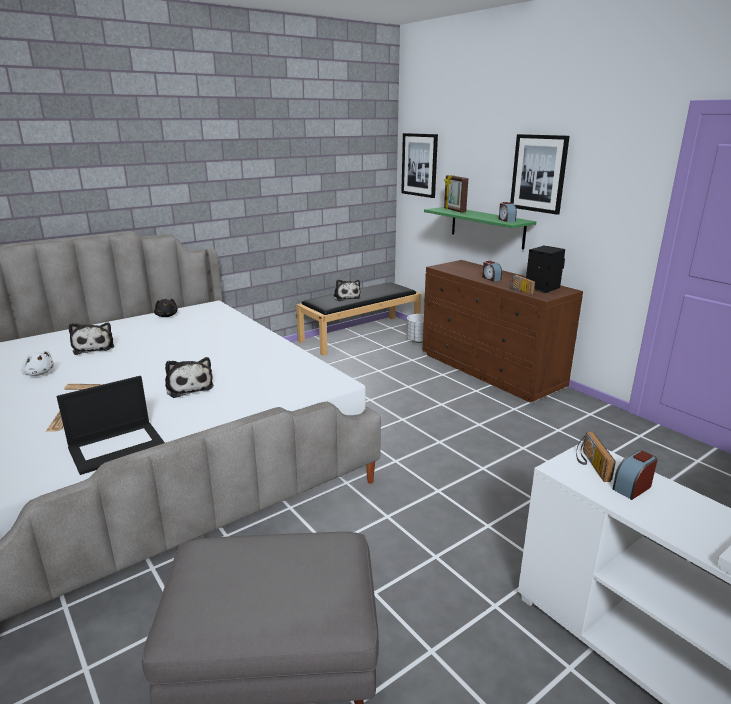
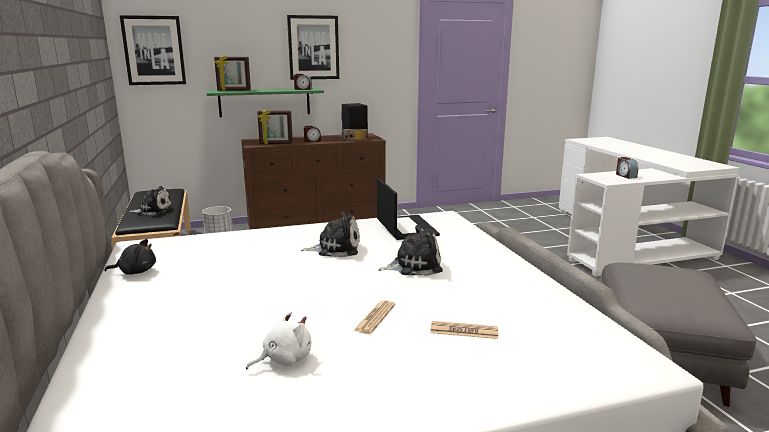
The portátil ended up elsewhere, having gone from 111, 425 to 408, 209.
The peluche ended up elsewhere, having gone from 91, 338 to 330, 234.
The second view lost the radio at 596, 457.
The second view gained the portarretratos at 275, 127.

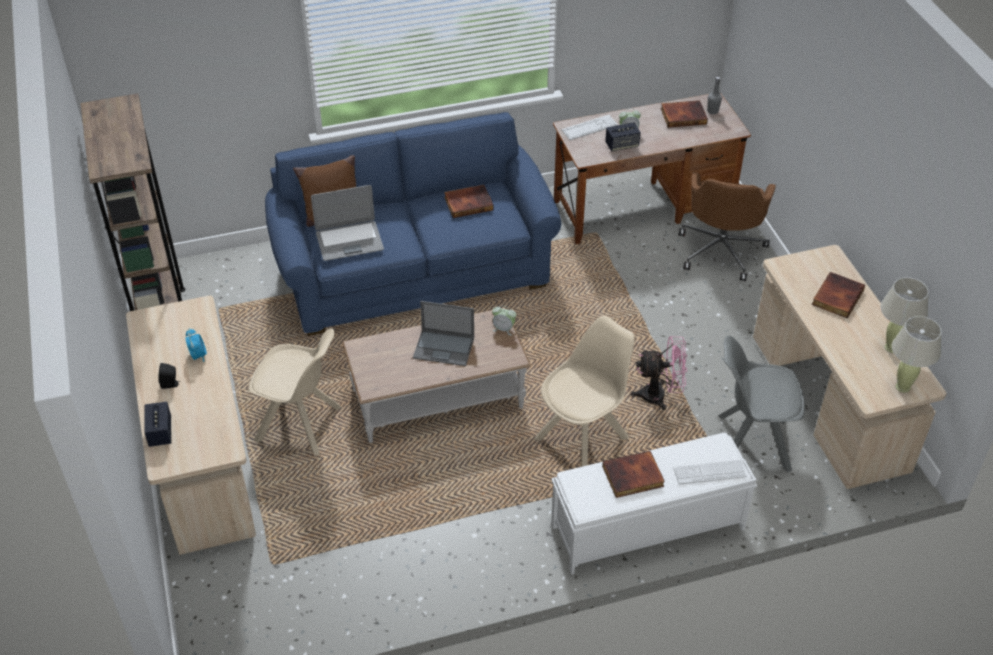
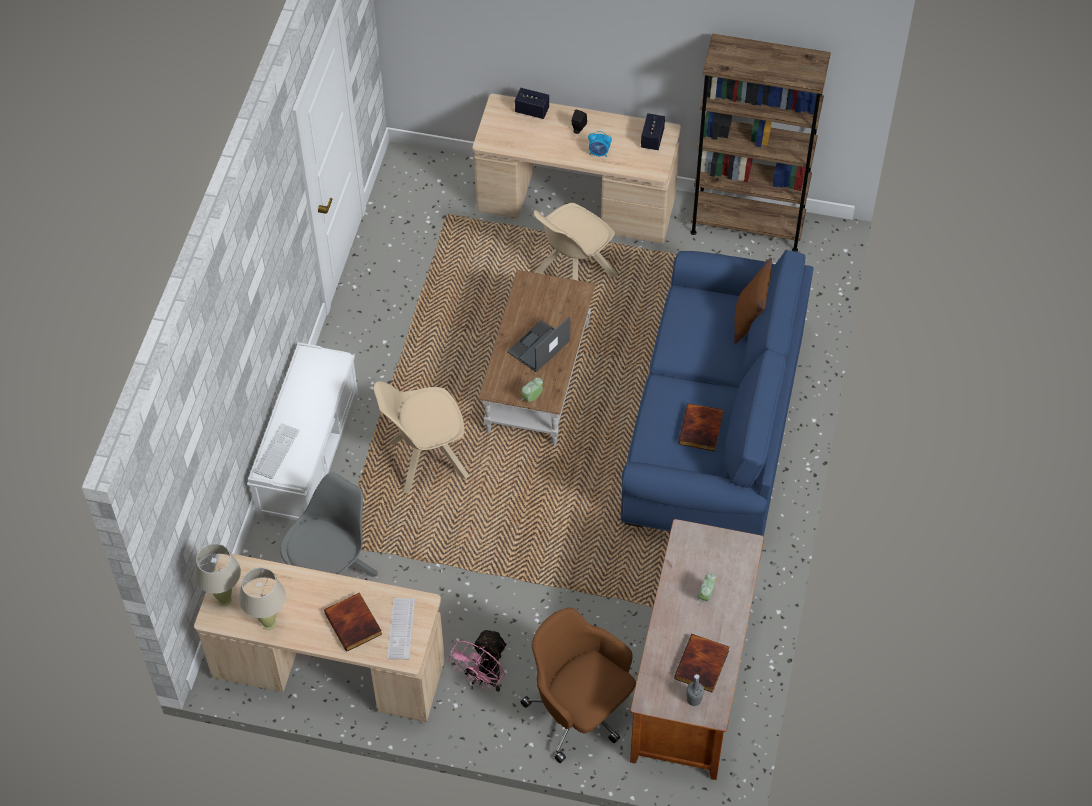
The second view lost the portátil at 347, 223.
The silla/beis at 584, 391 ended up facing another way, 90 degrees clockwise from before.
The teclado ended up elsewhere, having gone from 589, 127 to 401, 628.
The second view lost the libro at 633, 474.
The altavoz ended up elsewhere, having gone from 623, 137 to 653, 131.
The ventilador/rosa ended up elsewhere, having gone from 659, 373 to 477, 661.

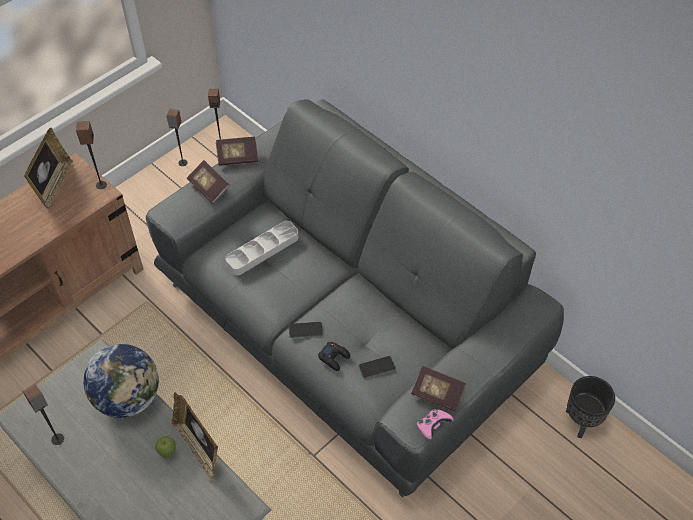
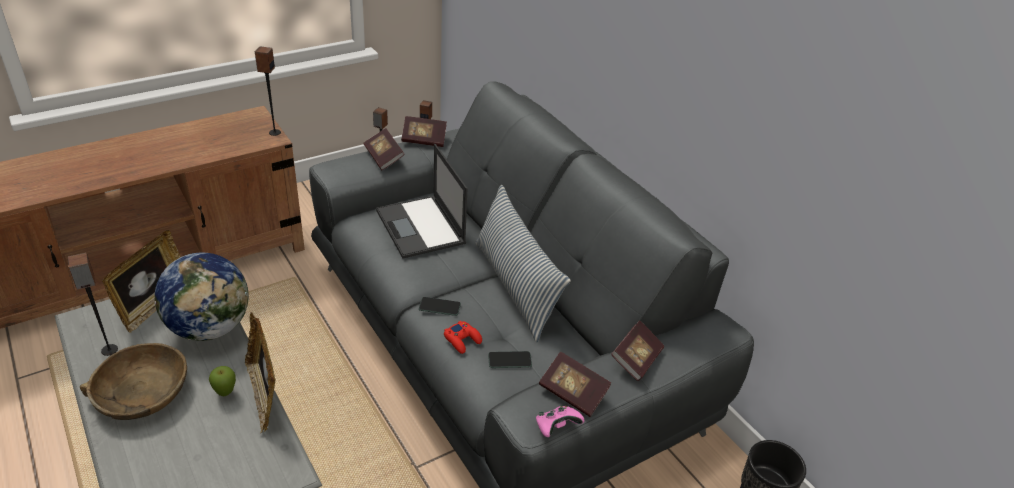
The portarretratos ended up elsewhere, having gone from 48, 168 to 141, 281.
Where the bandeja/gris stood at 262, 248, the portátil came to stand at 421, 201.
What was the mando de consola/negro at 334, 356 turned into the mando de consola/rojo at 463, 337.
The second view gained the cuenco/marrón at 133, 381.
The second view gained the cojín at 522, 264.
The second view gained the libro at 637, 350.

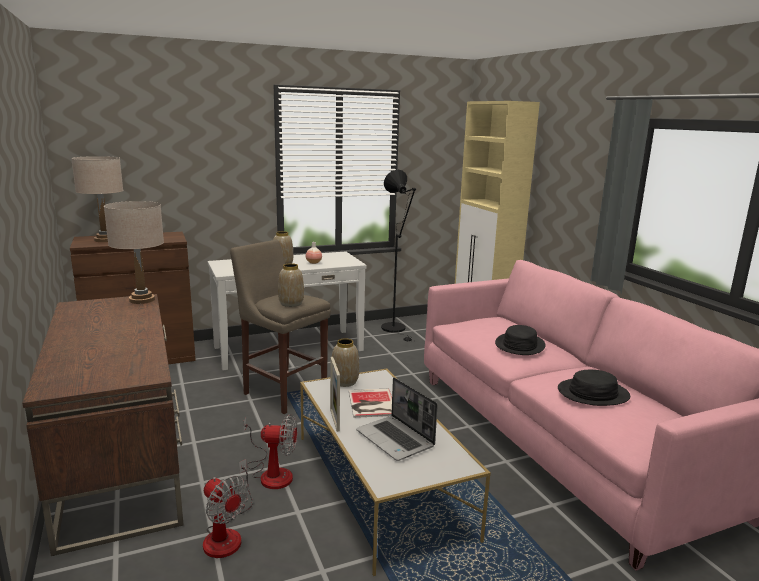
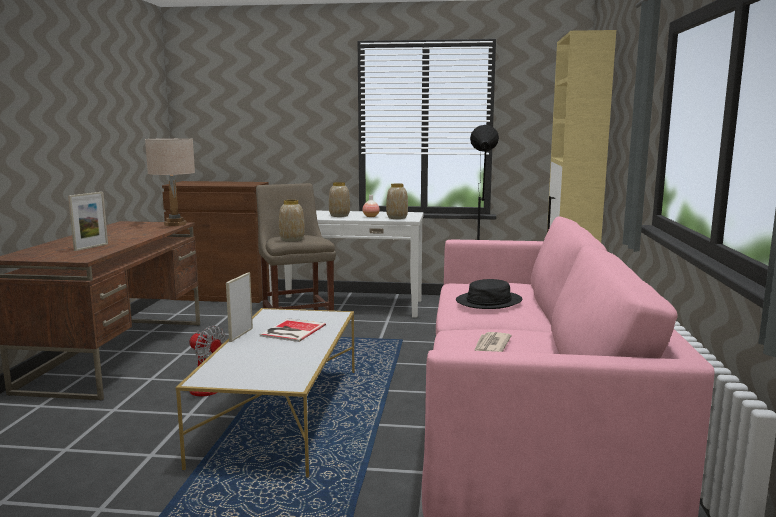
The second view lost the lámpara de mesa/beis at 97, 199.
The second view lost the ventilador at 228, 508.
The florero ended up elsewhere, having gone from 345, 362 to 397, 201.
The second view lost the portátil at 397, 419.
Where the sombrero/negro stood at 594, 388, the periódico came to stand at 493, 342.
The second view gained the portarretratos at 88, 221.

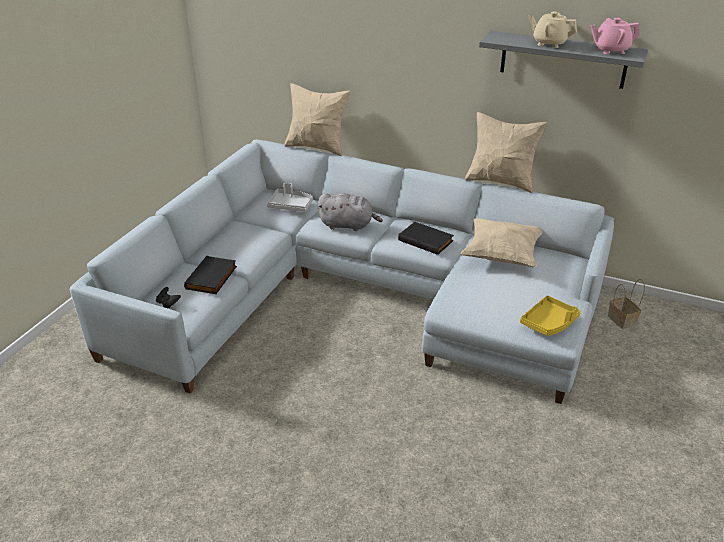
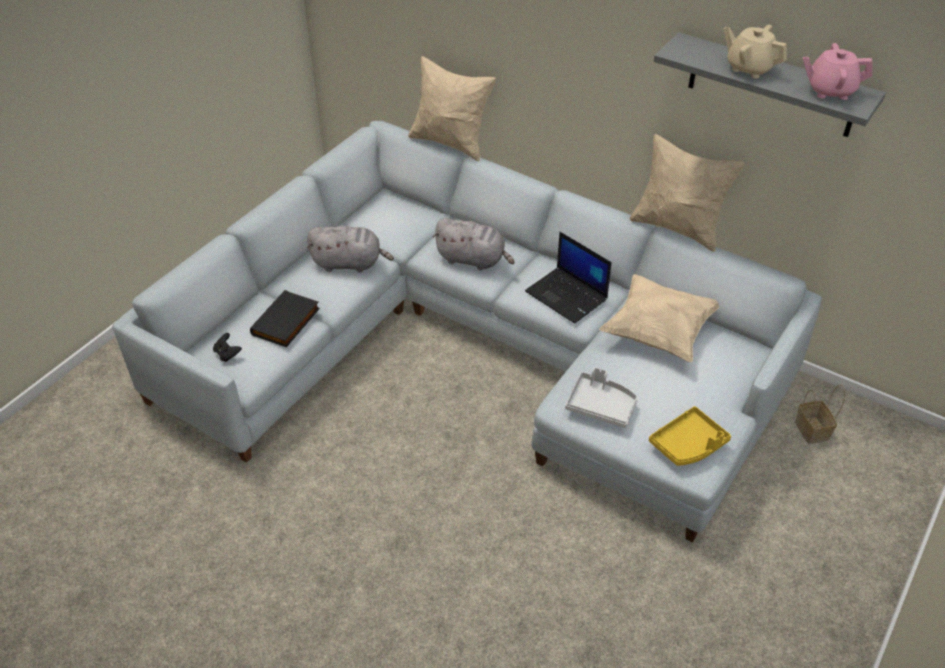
The bandeja/gris ended up elsewhere, having gone from 290, 197 to 601, 397.
Where the libro/negro stood at 426, 238, the portátil came to stand at 568, 278.
The second view gained the peluche/gris at 350, 249.

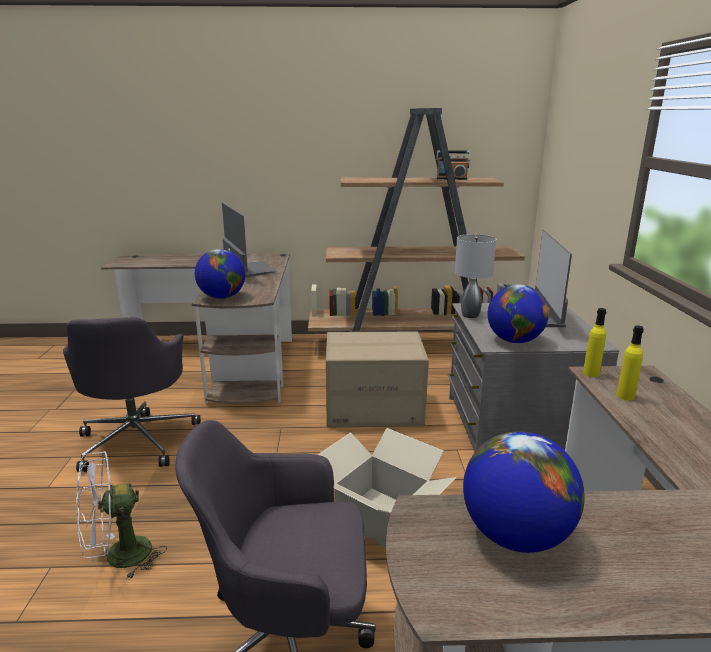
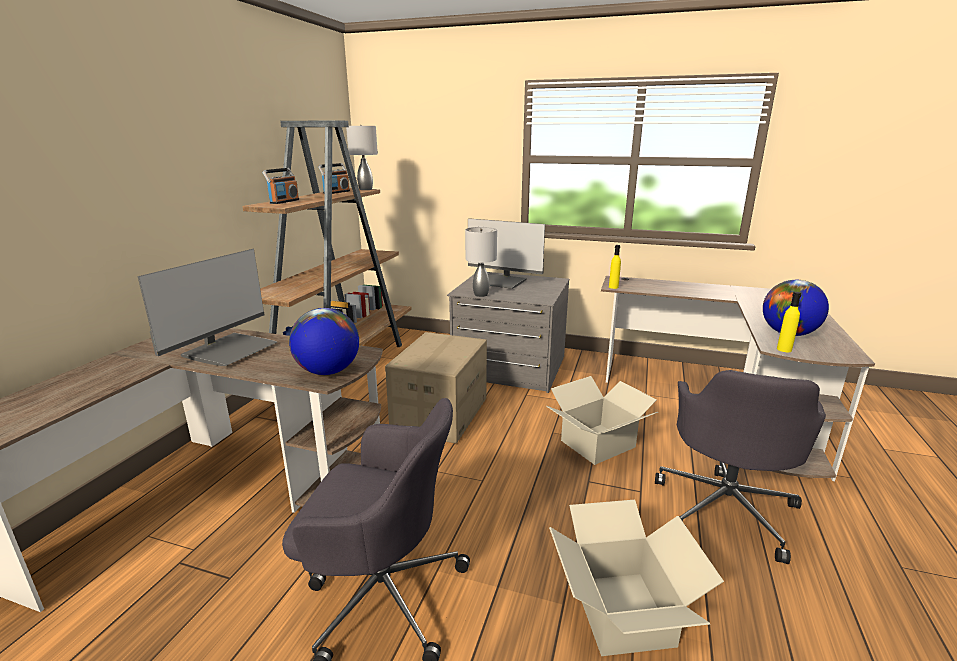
Where the ventilador/blanco stood at 122, 515, the caja de cartón came to stand at 636, 578.
The monitor at 249, 240 ended up facing another way, 120 degrees clockwise from before.
The second view lost the globo terráqueo at 518, 313.
The botella/amarillo ended up elsewhere, having gone from 630, 363 to 789, 322.
The second view gained the radio at 280, 186.
The second view gained the lámpara de mesa/gris at 362, 157.

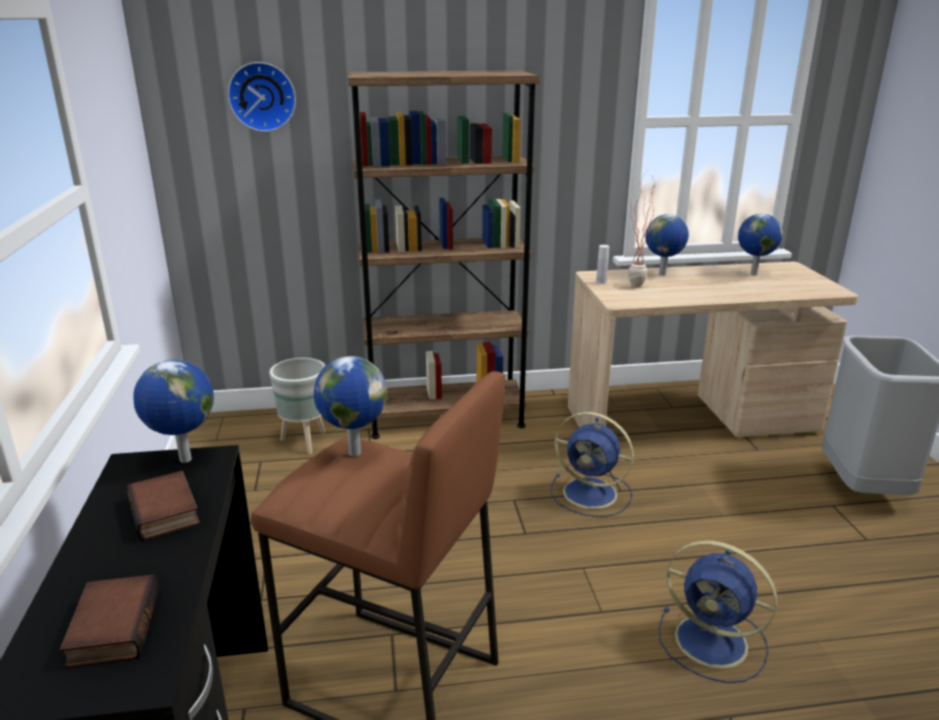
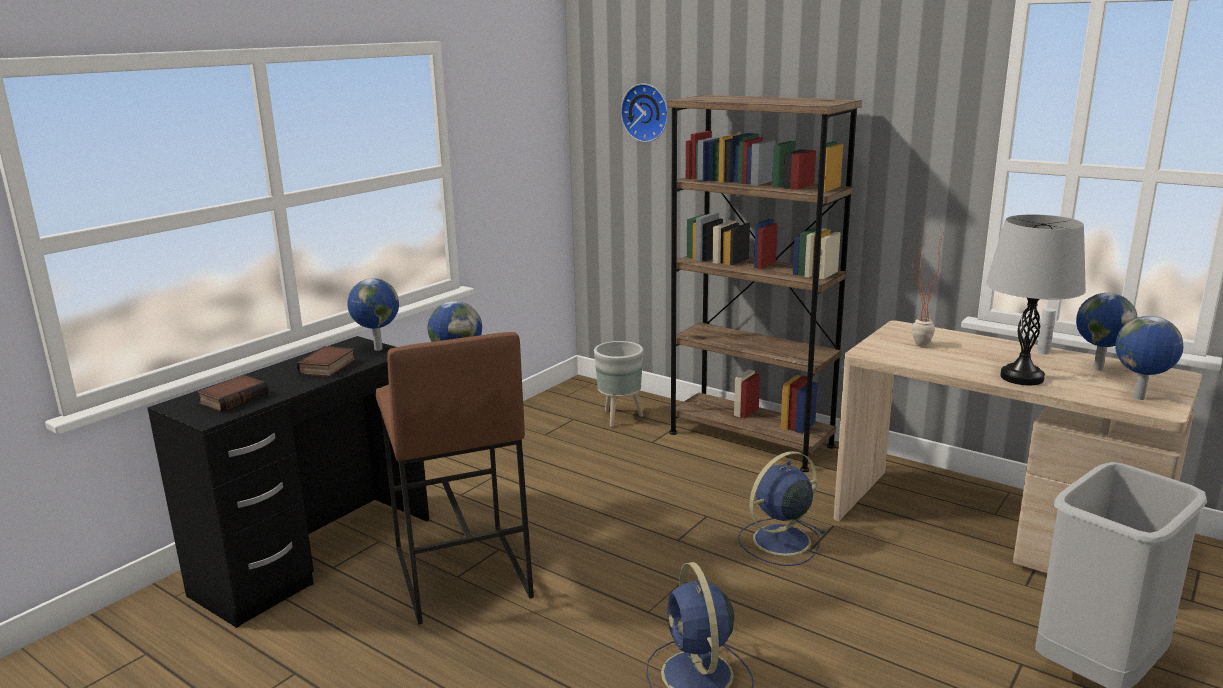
The ventilador/azul at 592, 464 ended up facing another way, 75 degrees clockwise from before.
The botella/blanco ended up elsewhere, having gone from 602, 264 to 1046, 331.
The globo terráqueo ended up elsewhere, having gone from 667, 245 to 1149, 358.
The second view gained the lámpara de mesa/gris at 1036, 299.

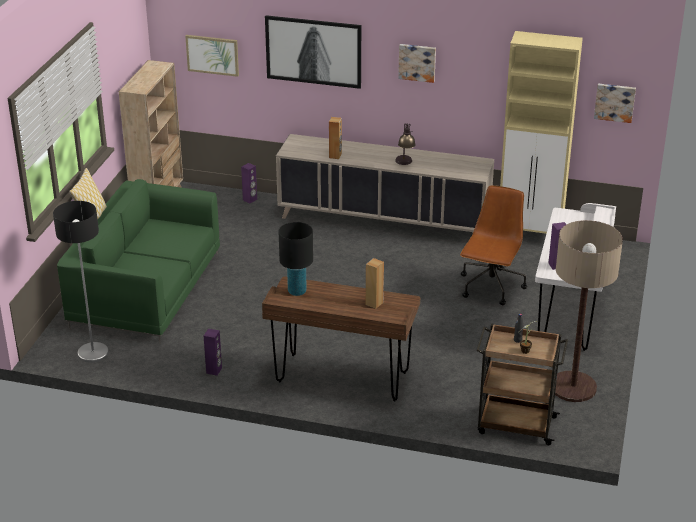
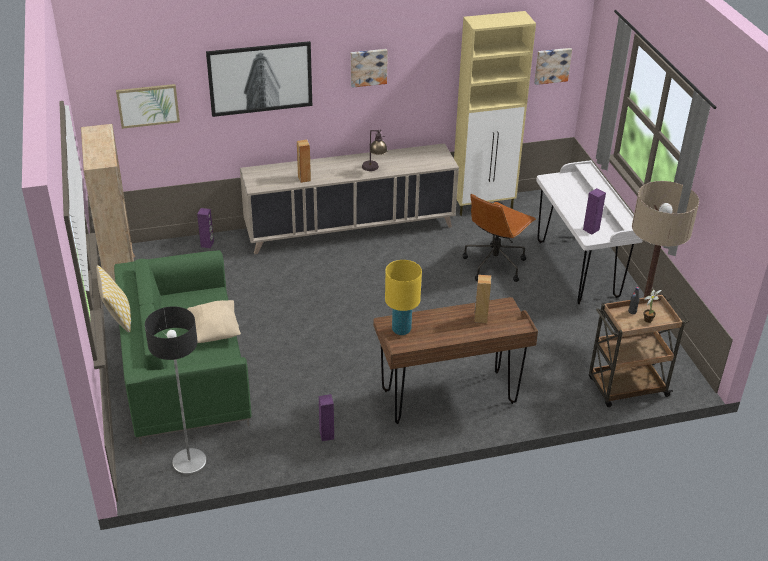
What was the lámpara de mesa/negro at 295, 259 turned into the lámpara de mesa/amarillo at 403, 297.
The silla de oficina/marrón at 493, 245 ended up facing another way, 135 degrees counterclockwise from before.
The second view gained the cojín/beis at 214, 321.

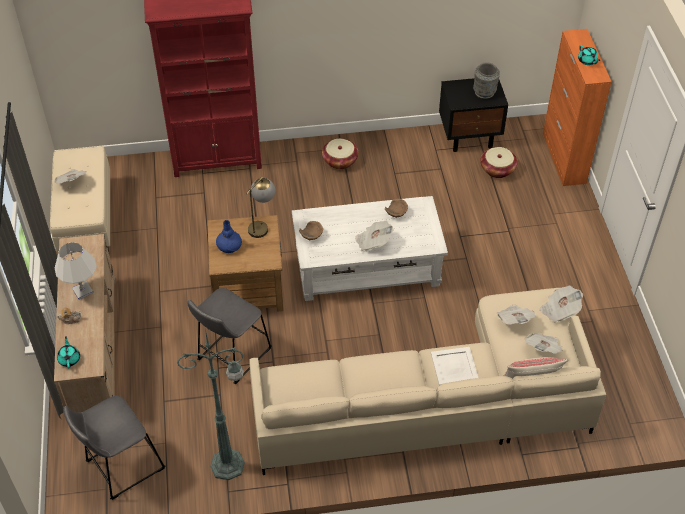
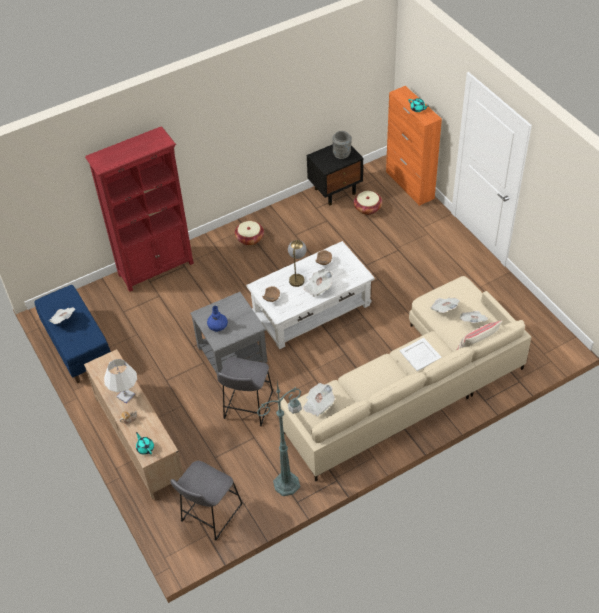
What was the banco/beis at 80, 199 turned into the banco/azul at 72, 334.
What was the mesa auxiliar/marrón at 245, 263 turned into the mesa auxiliar/gris at 228, 333.
The lámpara de mesa ended up elsewhere, having gone from 260, 207 to 297, 263.
The periódico ended up elsewhere, having gone from 561, 304 to 319, 400.

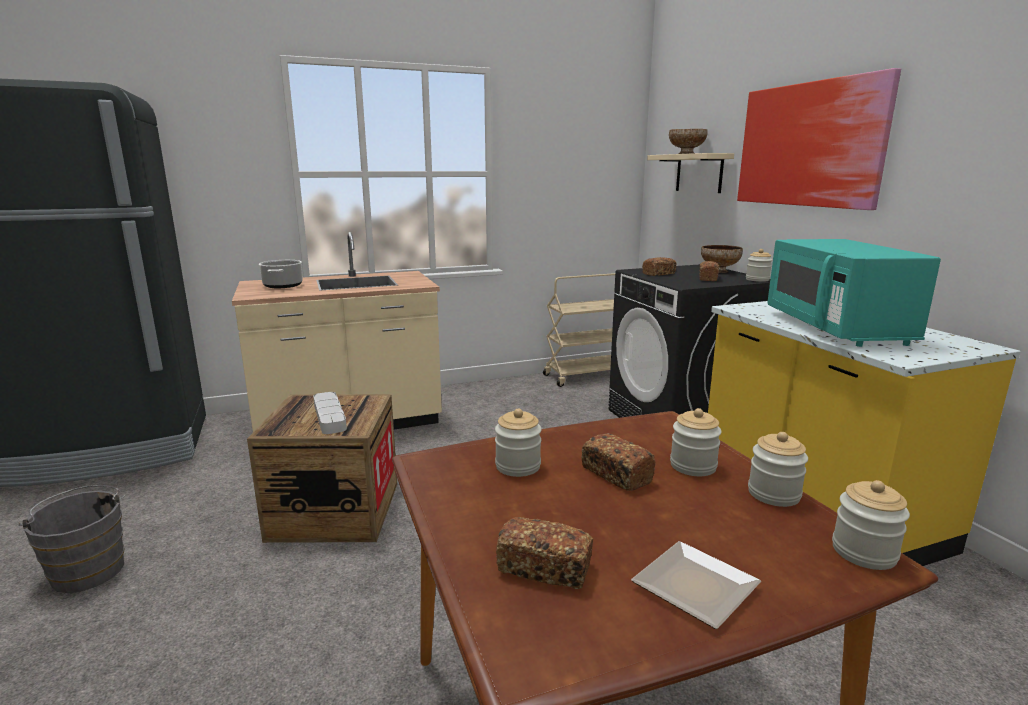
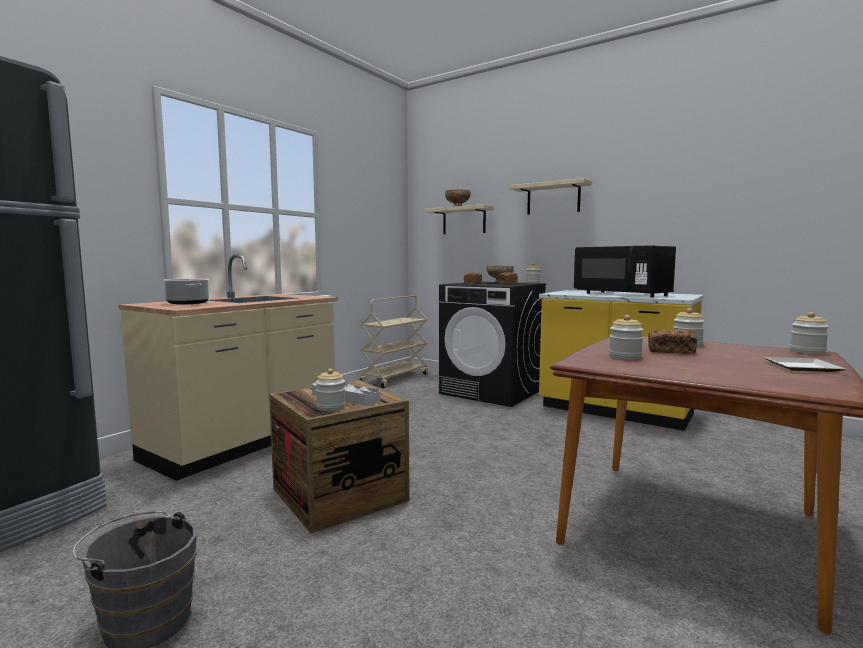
The second view lost the pan at 544, 553.
Where the cuadro hung at 819, 139, the estante/beis came to hang at 550, 196.
The tarro ended up elsewhere, having gone from 778, 469 to 330, 390.
What was the microondas/turquesa at 854, 293 turned into the microondas/negro at 625, 271.

